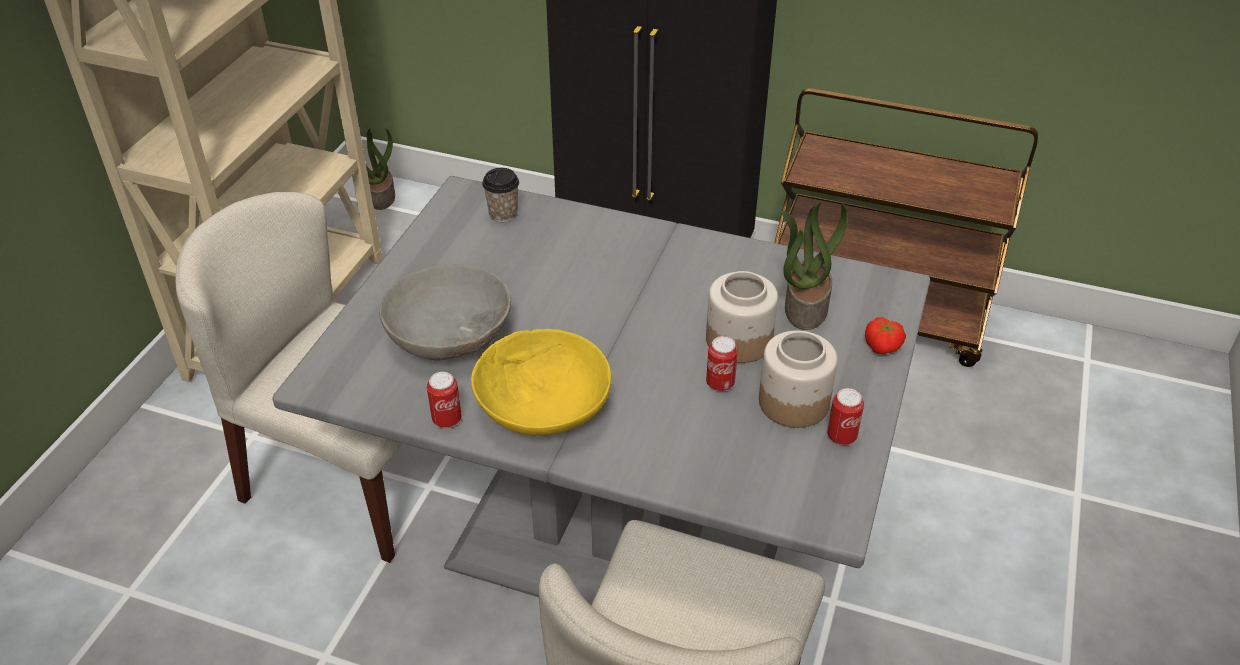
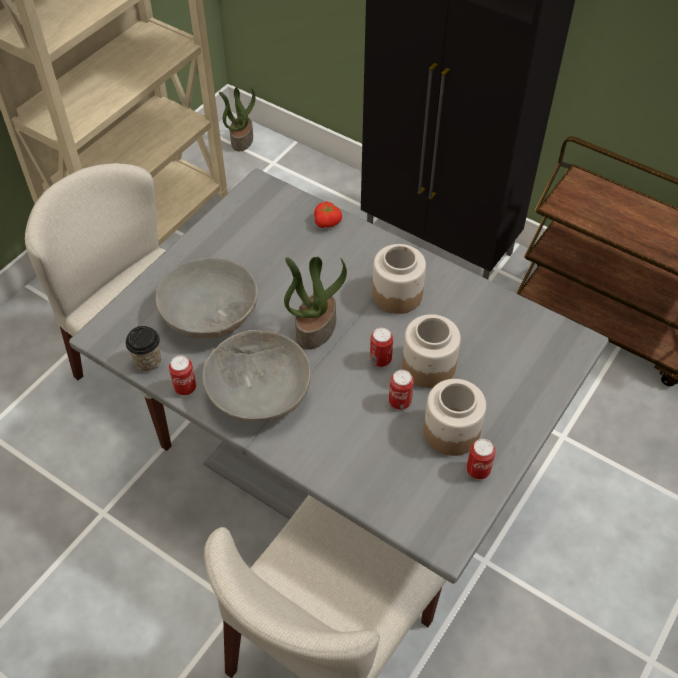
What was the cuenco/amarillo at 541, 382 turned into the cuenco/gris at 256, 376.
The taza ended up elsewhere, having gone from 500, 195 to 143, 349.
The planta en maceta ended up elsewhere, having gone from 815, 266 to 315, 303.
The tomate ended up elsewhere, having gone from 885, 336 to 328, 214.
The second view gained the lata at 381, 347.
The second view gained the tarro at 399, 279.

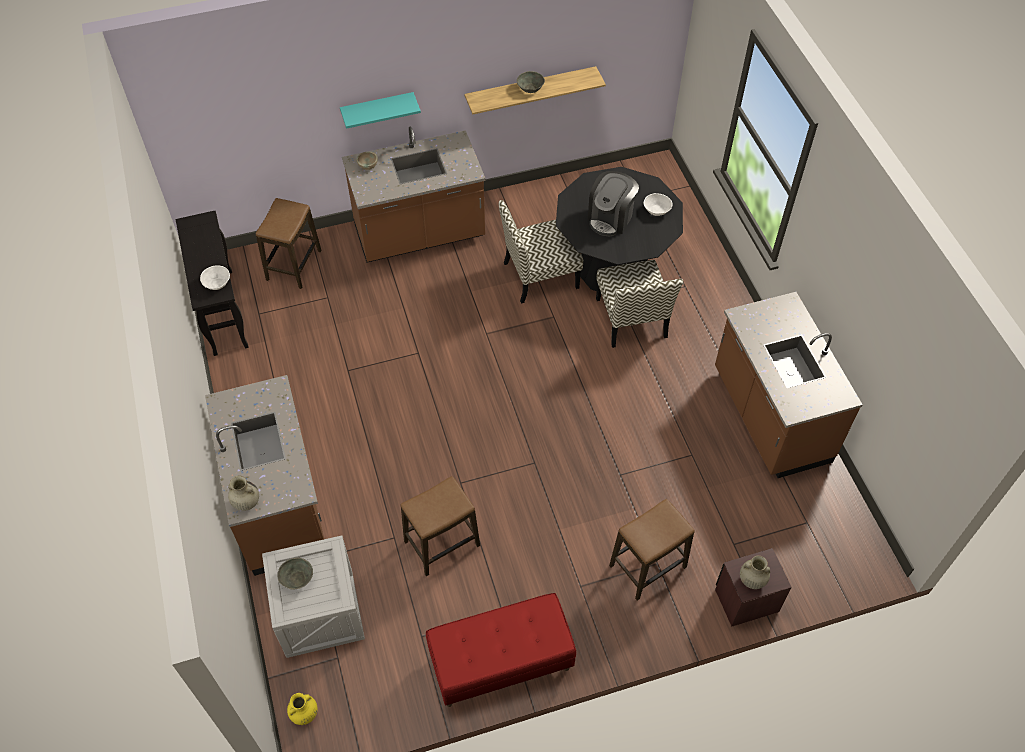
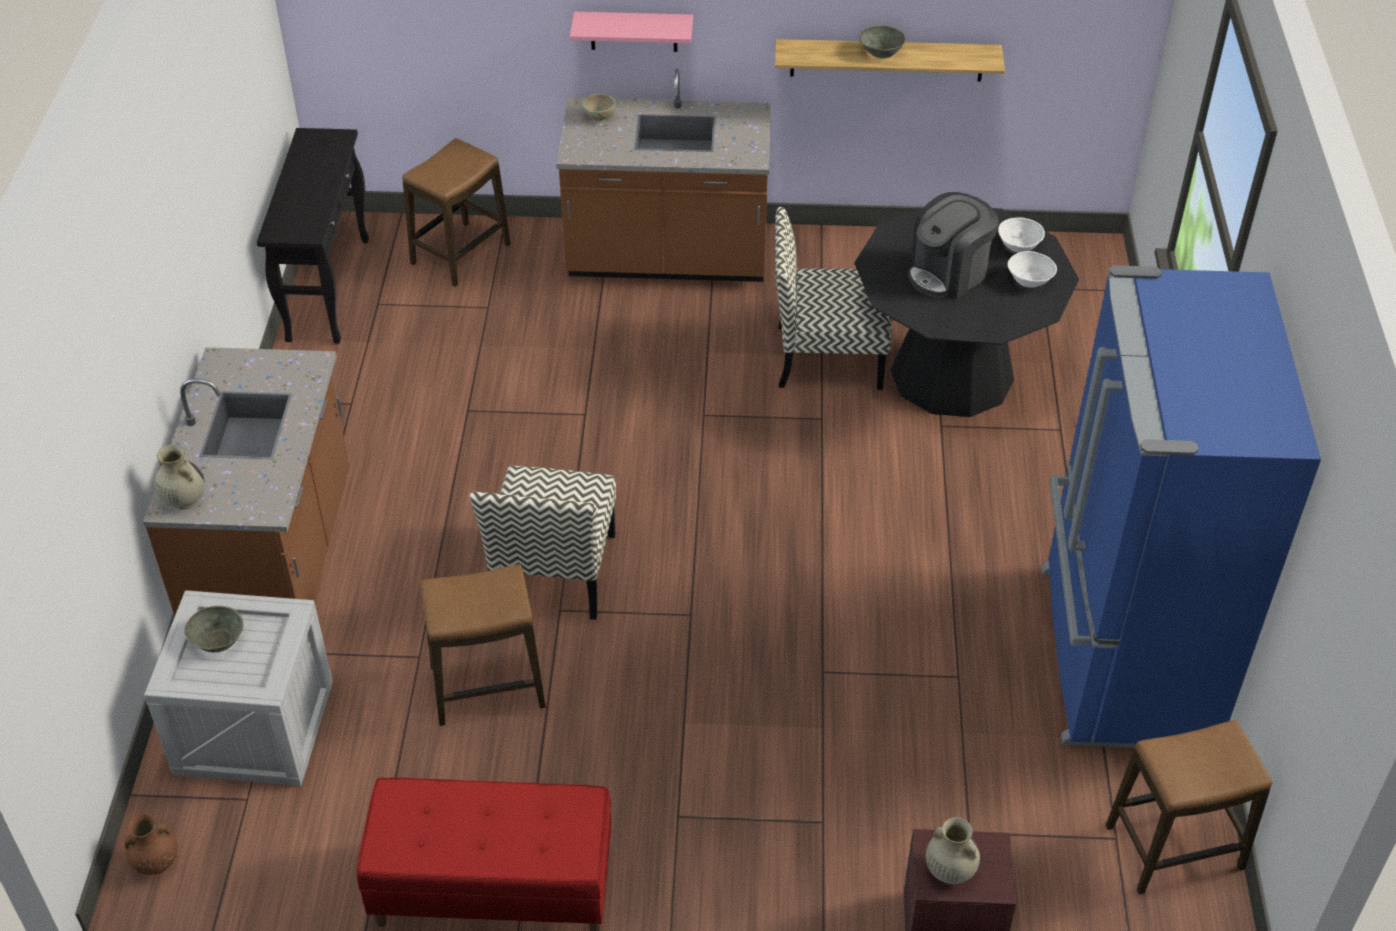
The cuenco/blanco ended up elsewhere, having gone from 215, 277 to 1021, 235.
What was the florero/amarillo at 302, 709 turned into the florero/marrón at 151, 844.
What was the estante/turquesa at 380, 110 turned into the estante/rosa at 631, 32.
The silla ended up elsewhere, having gone from 639, 304 to 543, 543.
The taburete ended up elsewhere, having gone from 652, 550 to 1189, 807.
Where the mueble bajo de cocina/marrón stood at 789, 385, the nevera/azul came to stand at 1181, 506.

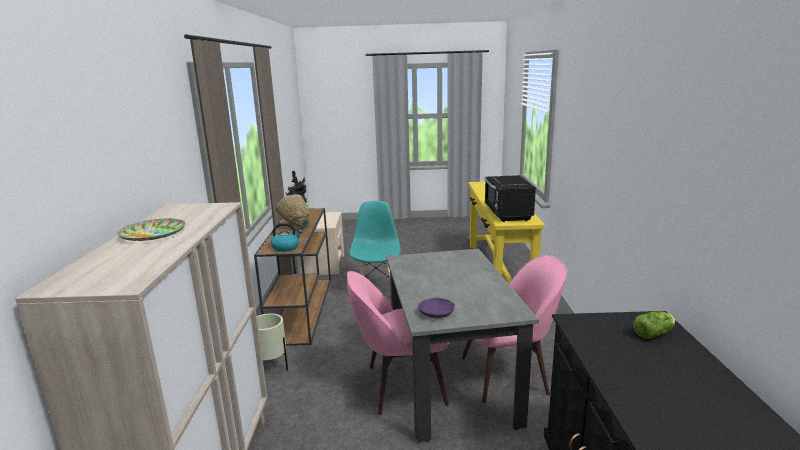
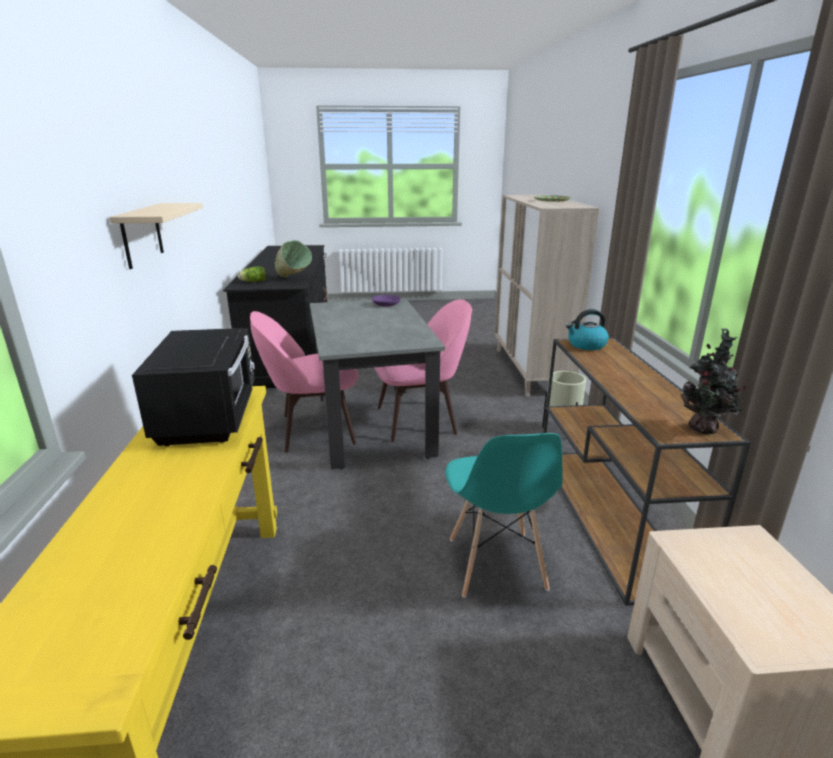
The cuenco/verde ended up elsewhere, having gone from 293, 211 to 293, 259.
The second view gained the estante/beis at 156, 236.

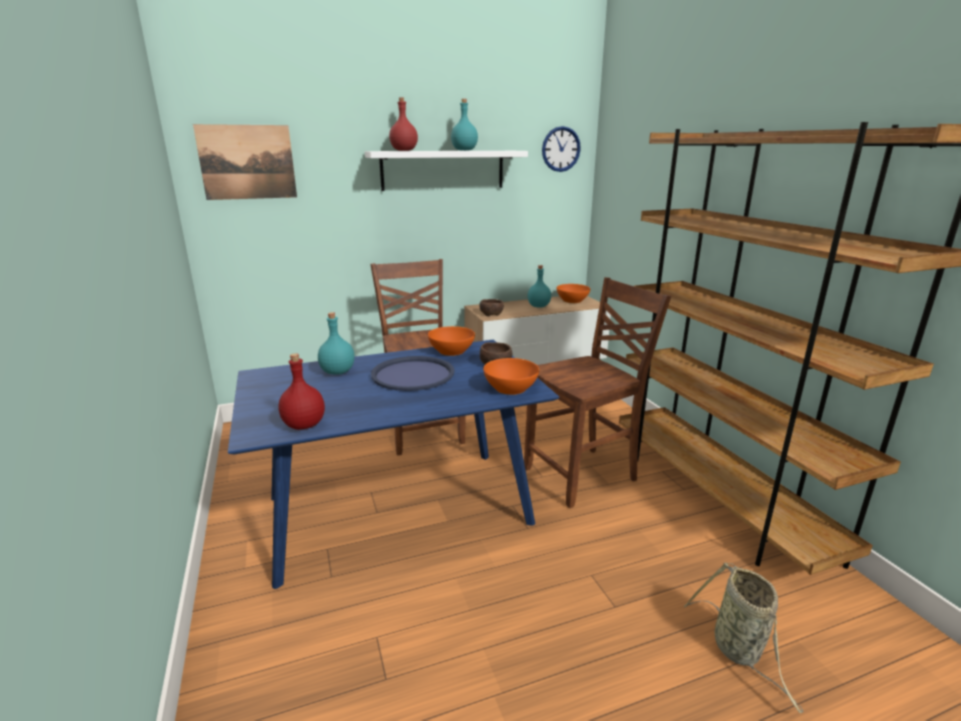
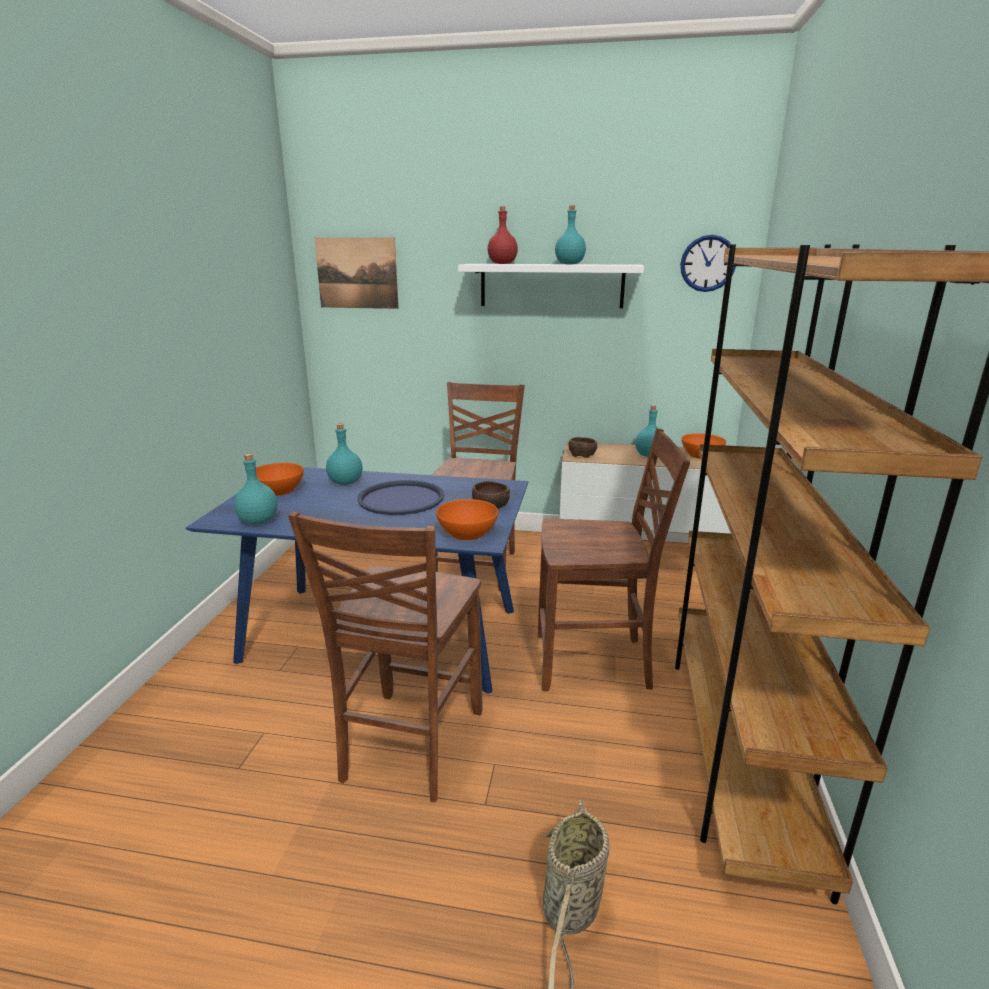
What was the botella/rojo at 301, 391 turned into the botella/turquesa at 255, 489.
The cuenco/naranja ended up elsewhere, having gone from 451, 341 to 280, 479.
The second view gained the silla/marrón at 385, 657.

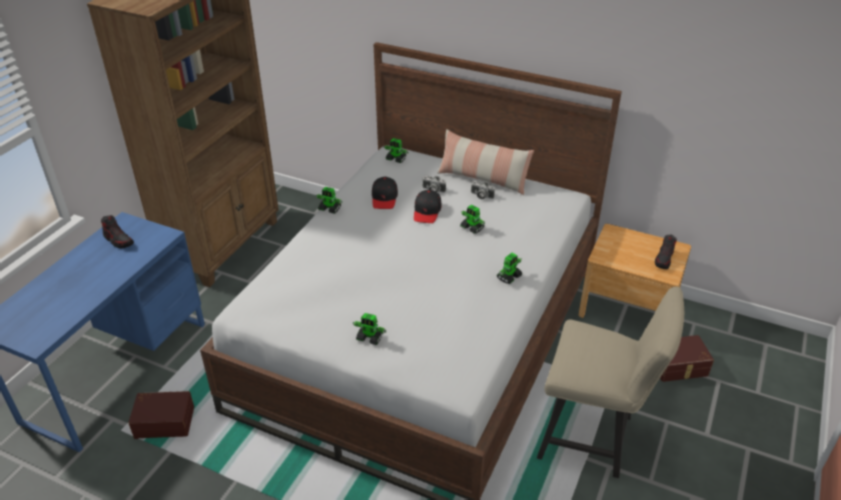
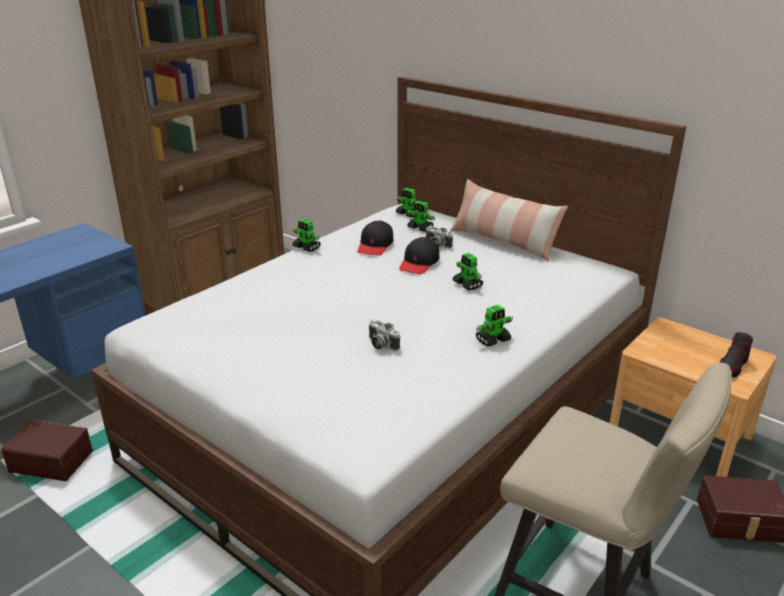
The second view lost the zapato at 117, 231.
The robot de juguete ended up elsewhere, having gone from 370, 329 to 421, 216.
The cámara ended up elsewhere, having gone from 483, 190 to 384, 335.

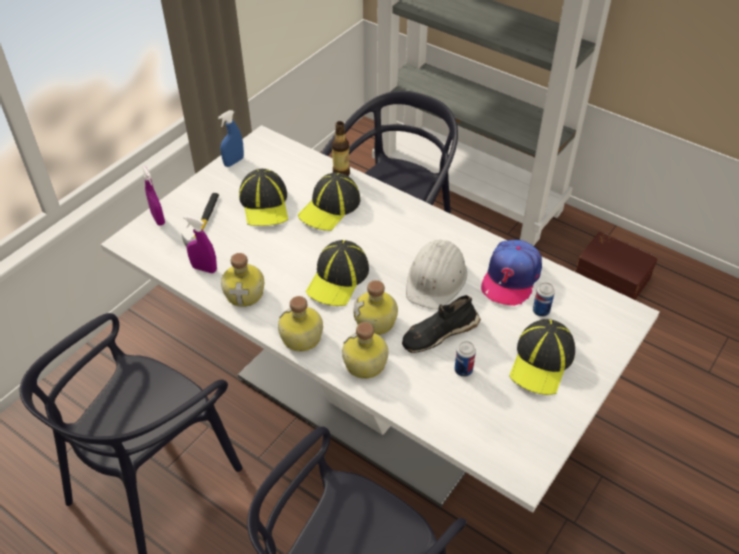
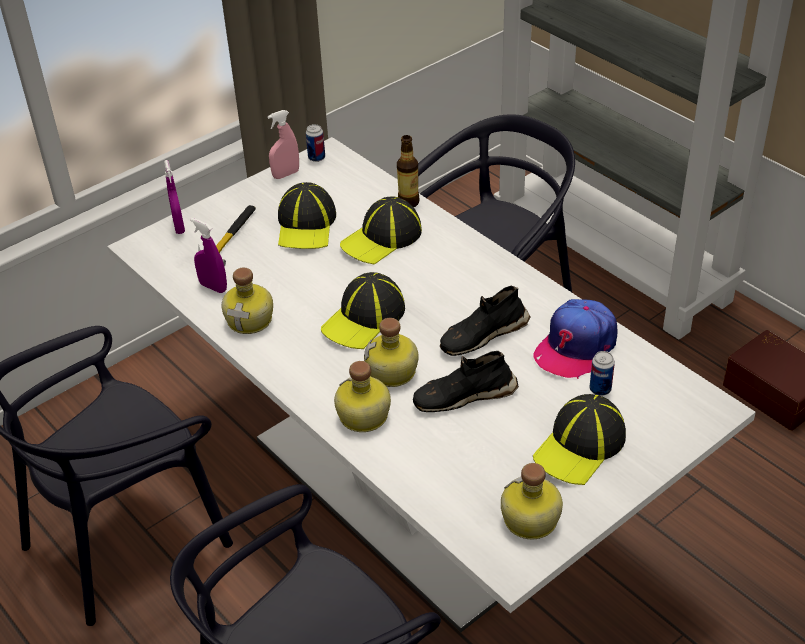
What was the pulverizador/azul at 231, 138 turned into the pulverizador/rosa at 283, 144.
The botella ended up elsewhere, having gone from 300, 324 to 532, 501.
Where the casco/blanco stood at 436, 275, the zapato/negro came to stand at 485, 320.
The lata ended up elsewhere, having gone from 465, 359 to 315, 143.

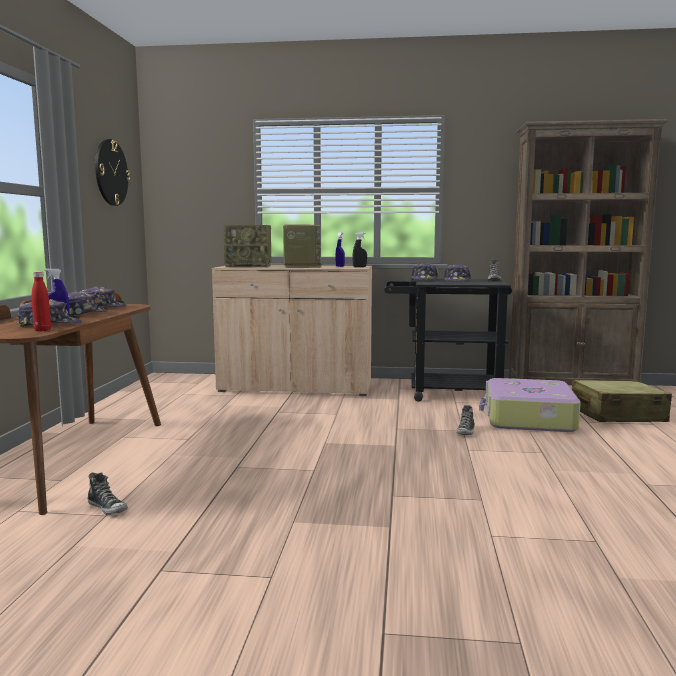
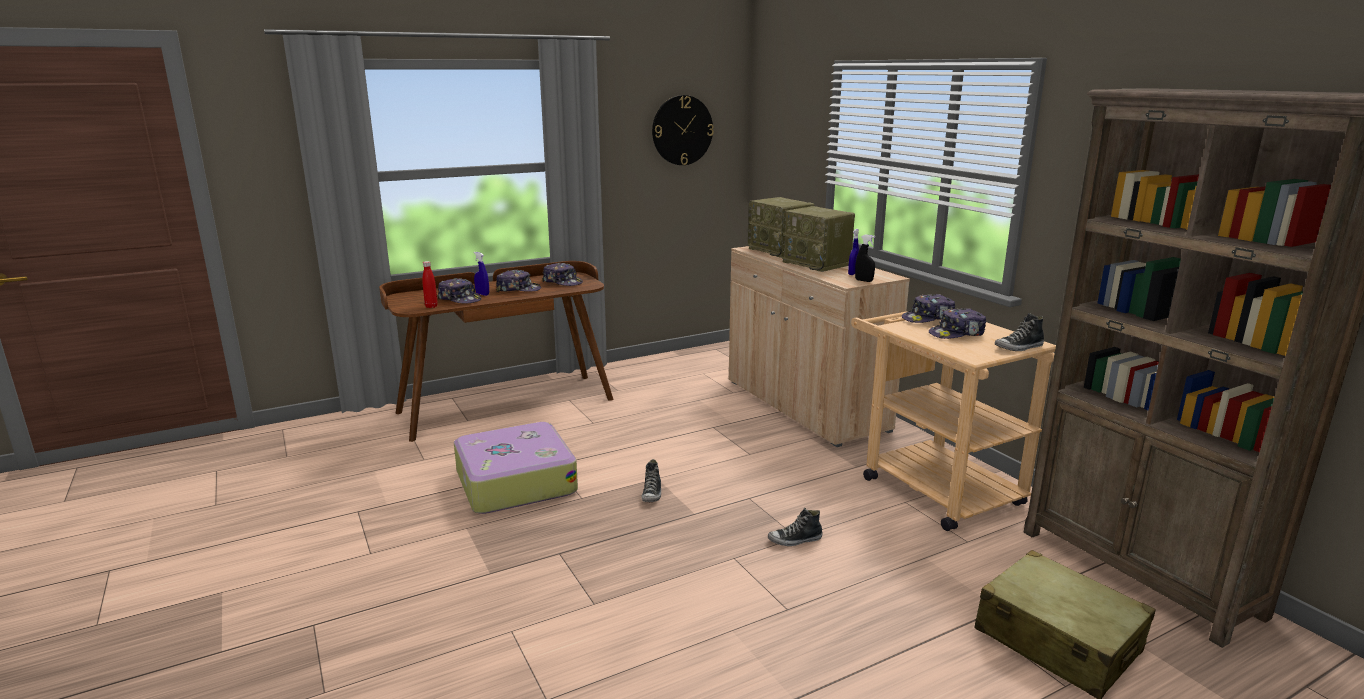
The zapato ended up elsewhere, having gone from 107, 493 to 651, 480.
The radio at 302, 246 ended up facing another way, 90 degrees clockwise from before.
What was the carrito/negro at 448, 340 turned into the carrito/beis at 953, 421.
The maleta ended up elsewhere, having gone from 530, 405 to 516, 468.

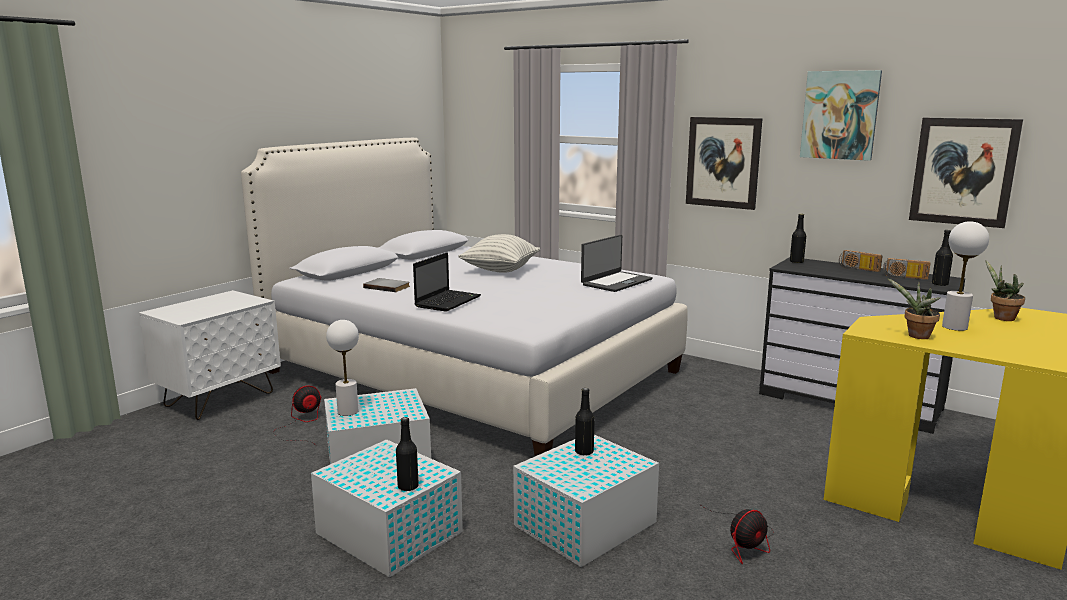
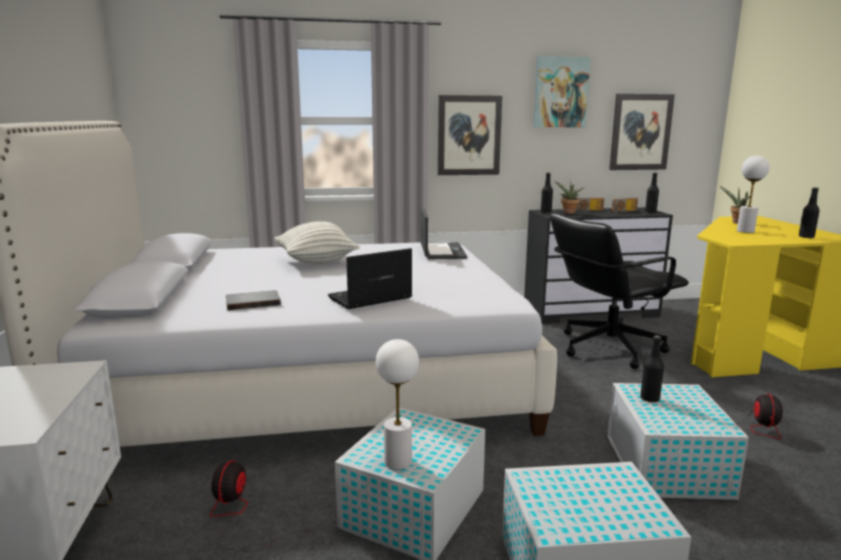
The botella/negro ended up elsewhere, having gone from 407, 454 to 809, 213.
The portátil at 447, 282 ended up facing another way, 105 degrees counterclockwise from before.
The planta en maceta ended up elsewhere, having gone from 913, 308 to 569, 197.
The second view gained the silla de oficina/negro at 619, 291.

